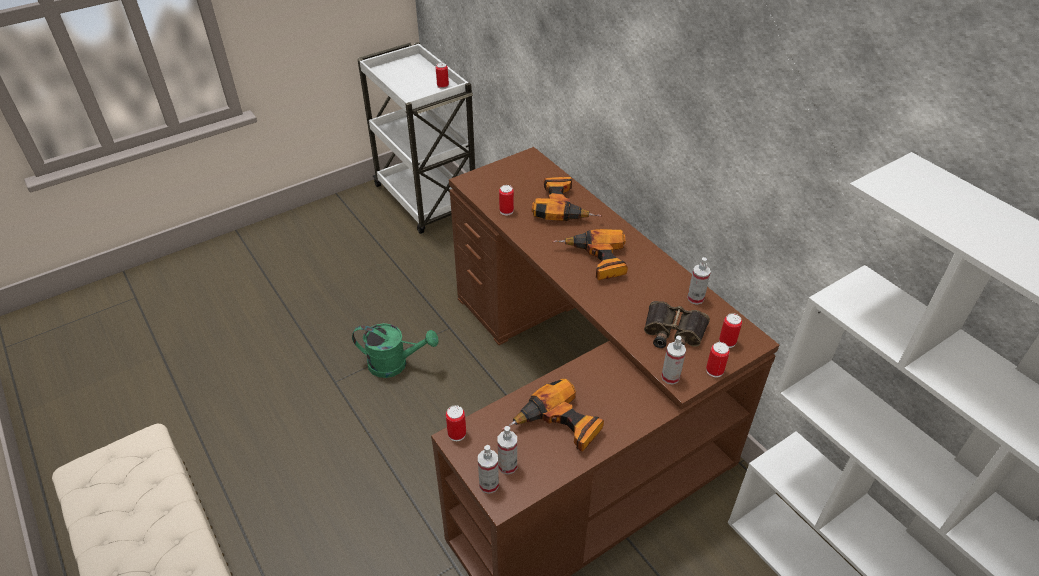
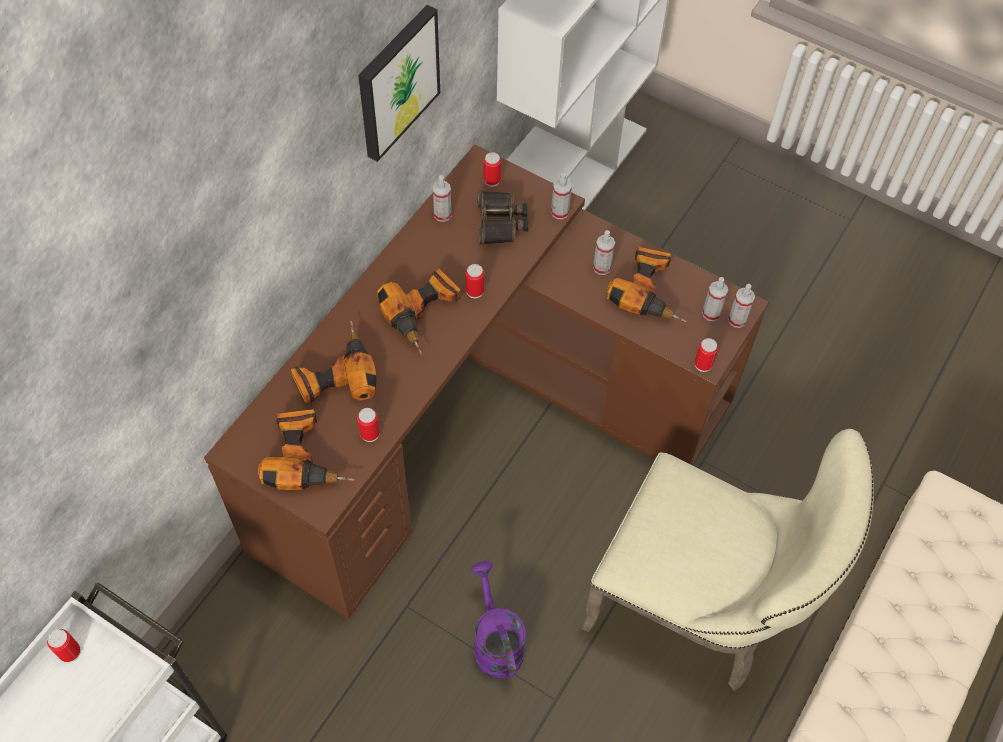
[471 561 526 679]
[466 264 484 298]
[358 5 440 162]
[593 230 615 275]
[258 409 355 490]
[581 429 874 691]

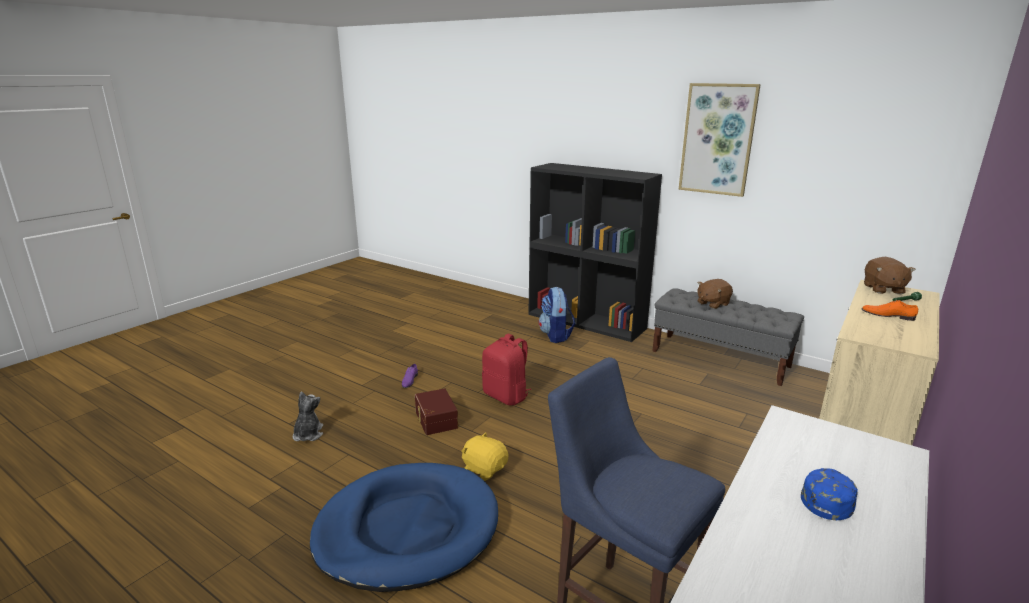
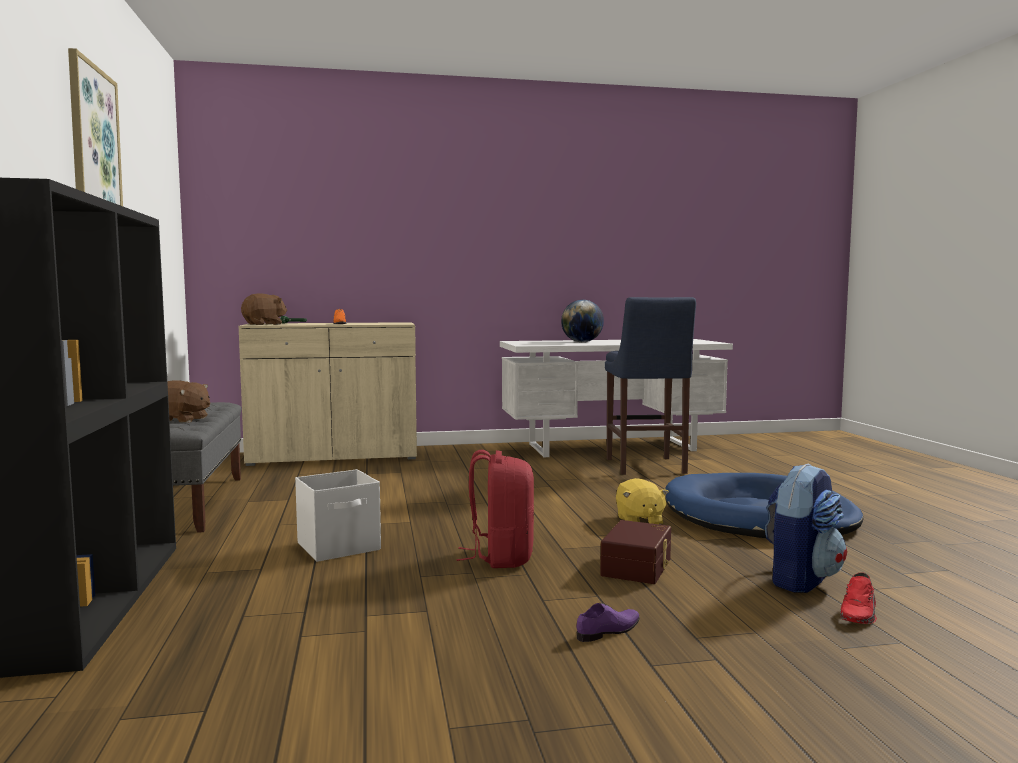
[765 463 847 593]
[840 572 877 624]
[561 300 604 342]
[295 469 381 562]

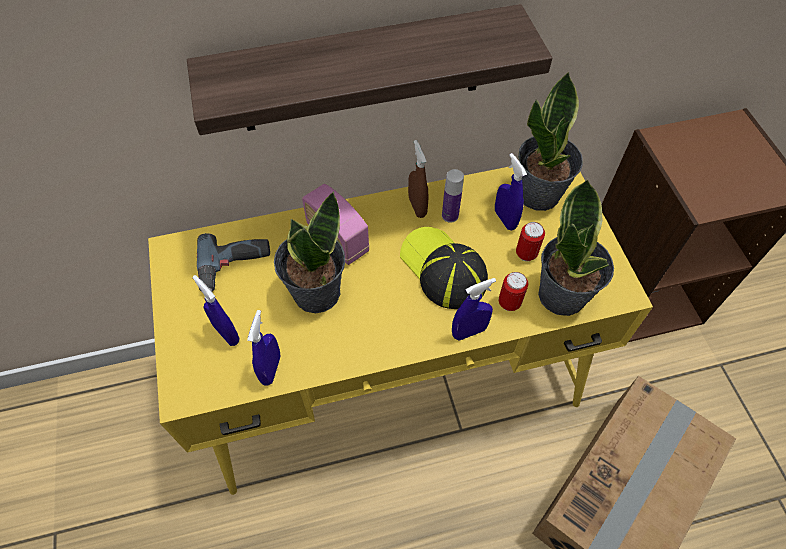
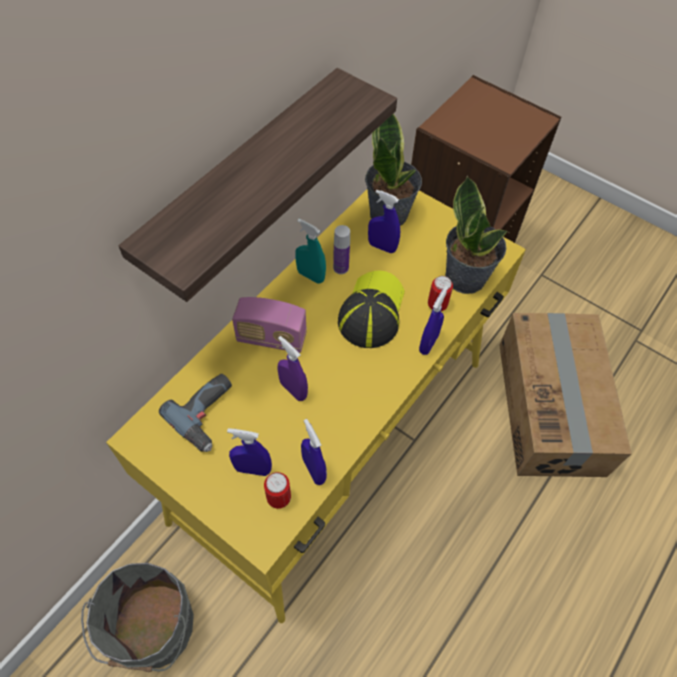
[295 219 326 284]
[277 336 308 401]
[264 472 291 509]
[338 270 405 348]
[81 563 194 672]

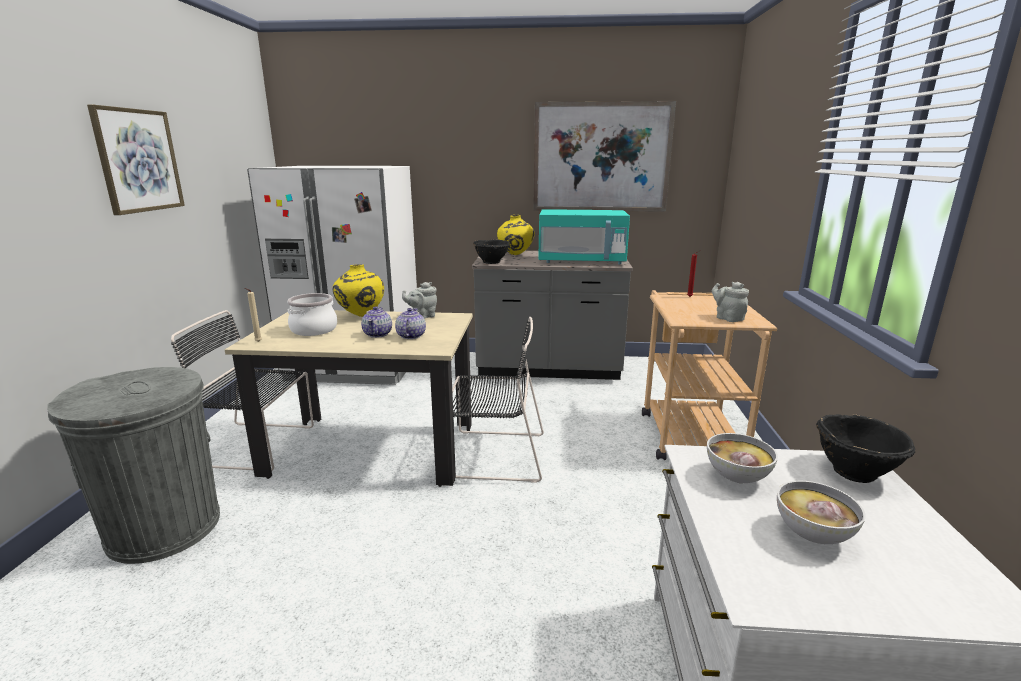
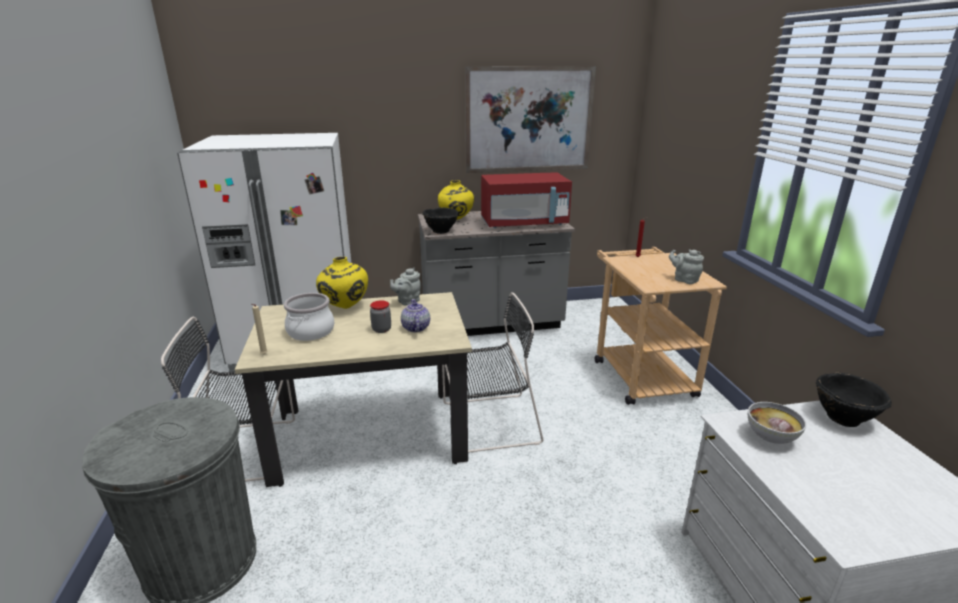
[87 104 185 215] (first image)
[481 172 572 228]
[370 300 391 333]
[777 481 866 544] (first image)

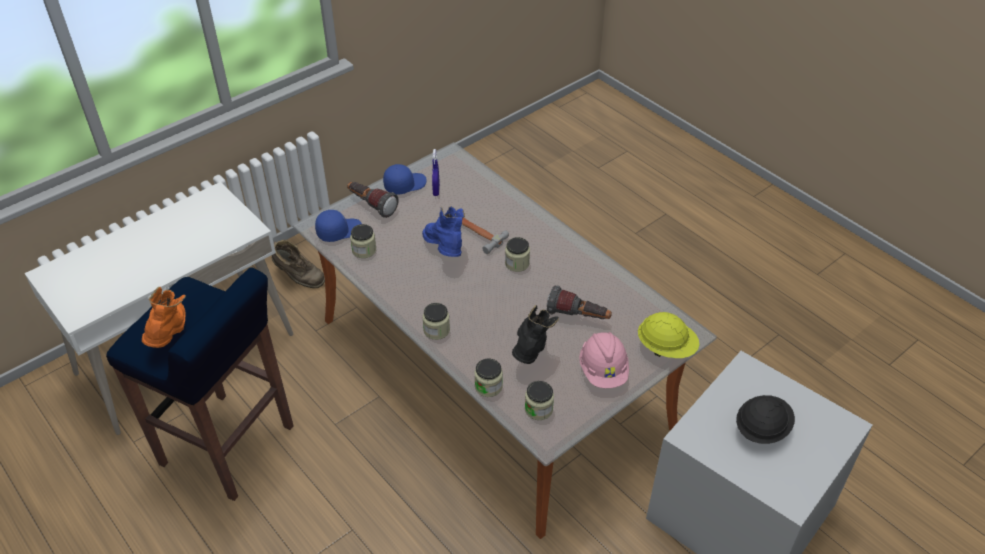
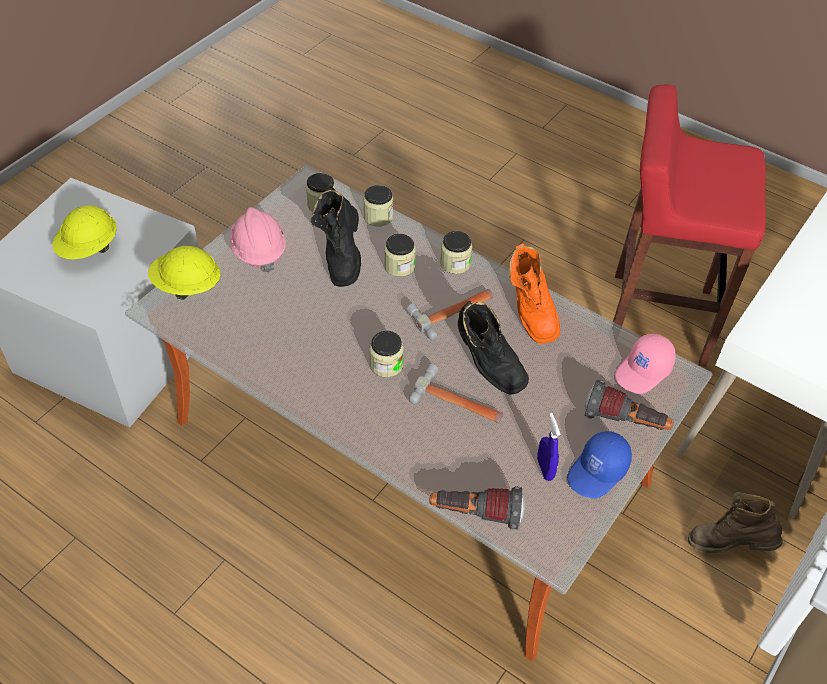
[458 301 529 395]
[615 334 676 394]
[384 234 416 277]
[613 84 766 367]
[429 486 525 530]
[509 243 560 344]
[53 205 117 259]
[406 289 494 340]

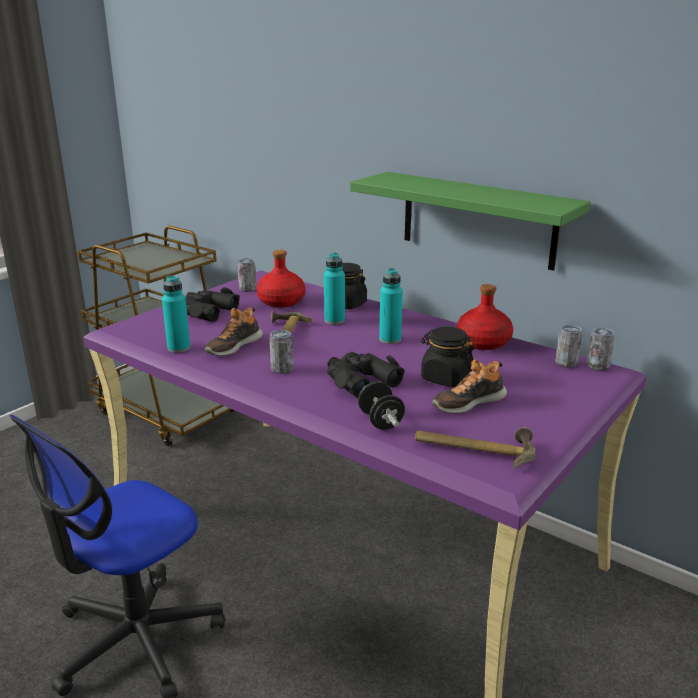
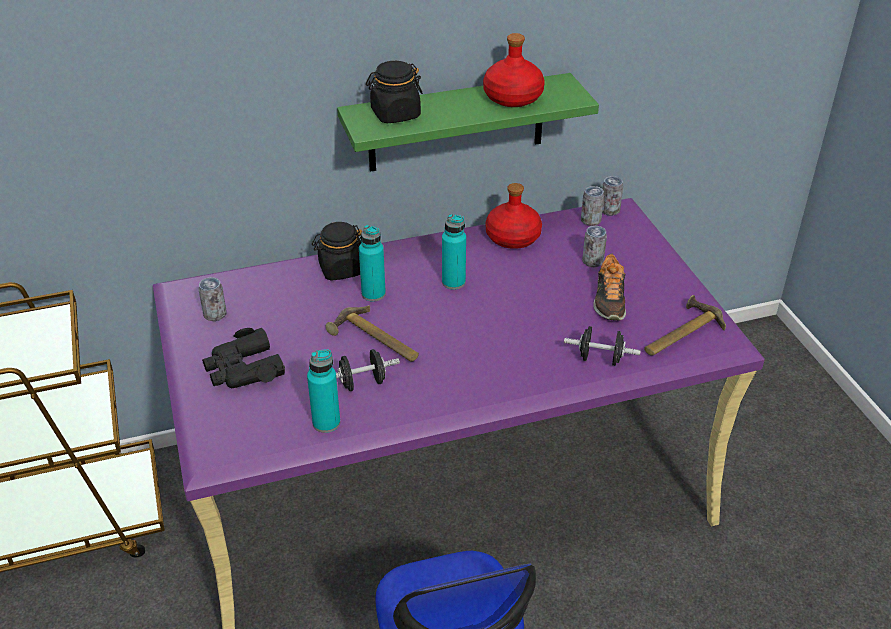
[483 33 545 107]
[336 349 400 391]
[366 61 423 123]
[582 226 607 267]
[327 352 405 398] (first image)

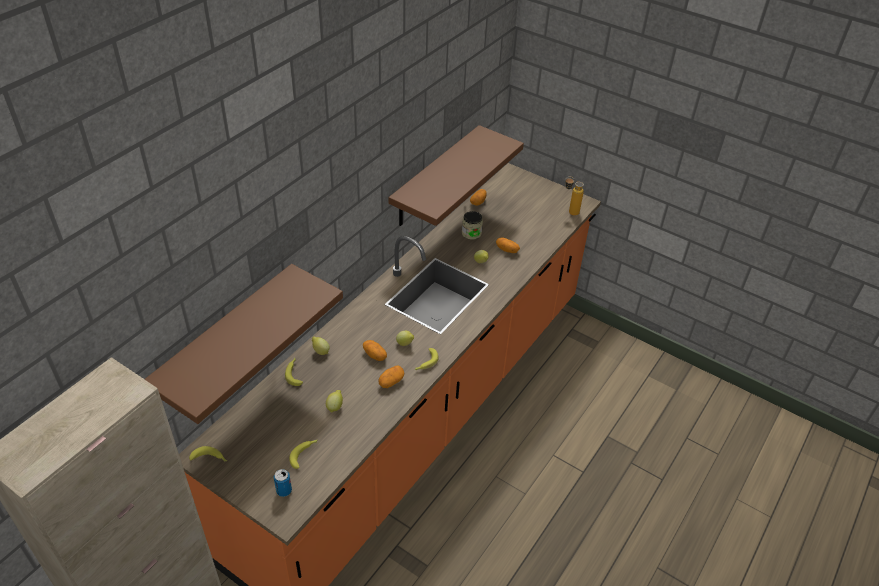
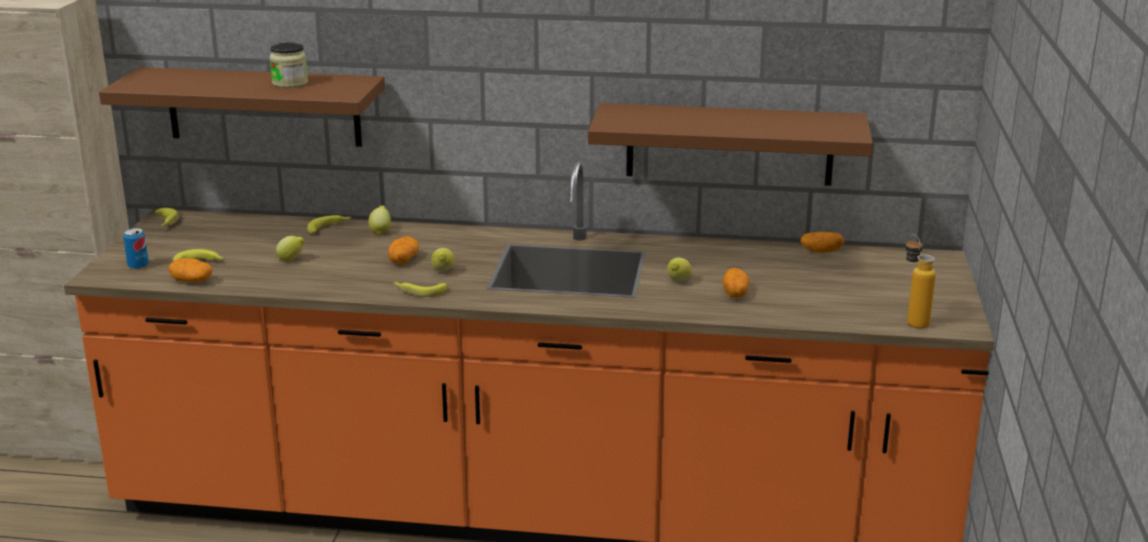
[269 42 308 88]
[168 258 213 282]

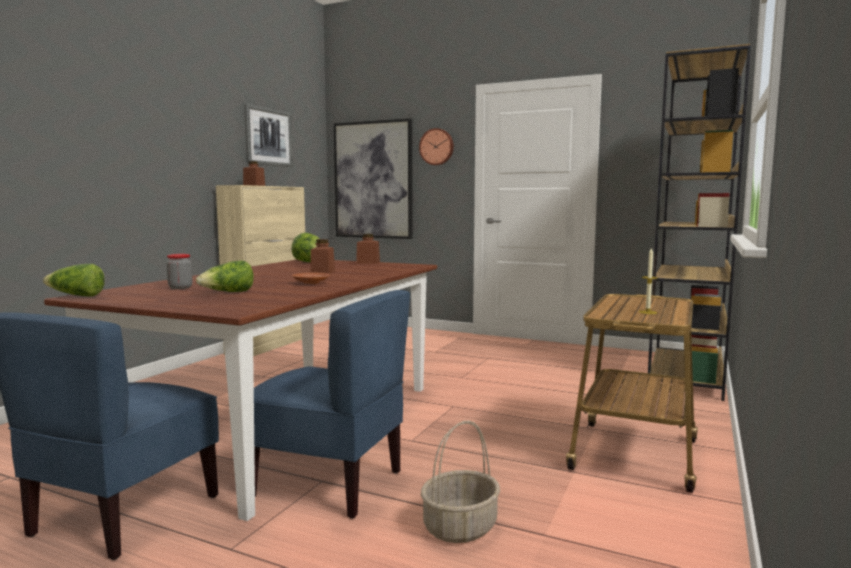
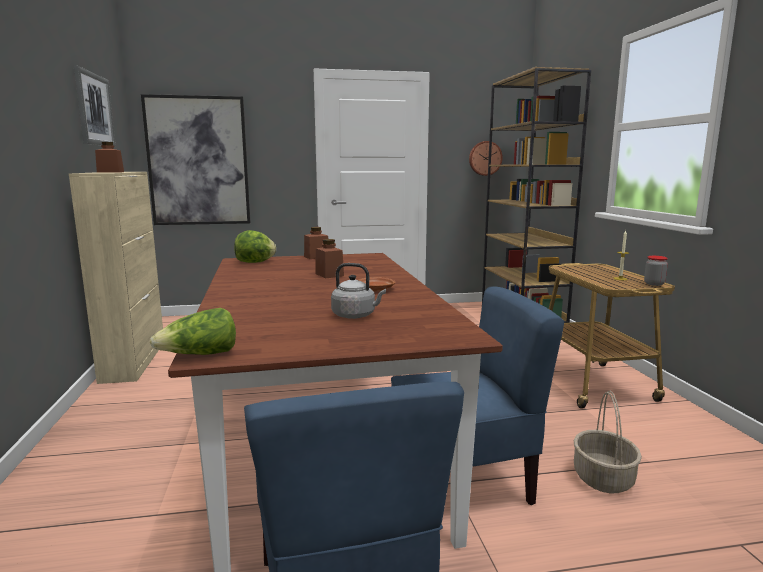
[469 141 503 176]
[644 256 668 286]
[331 263 386 319]

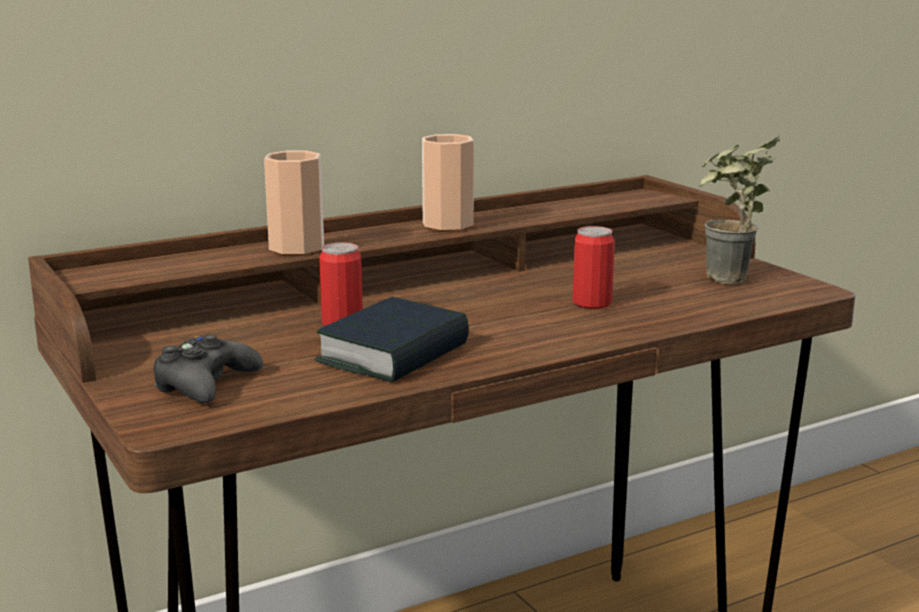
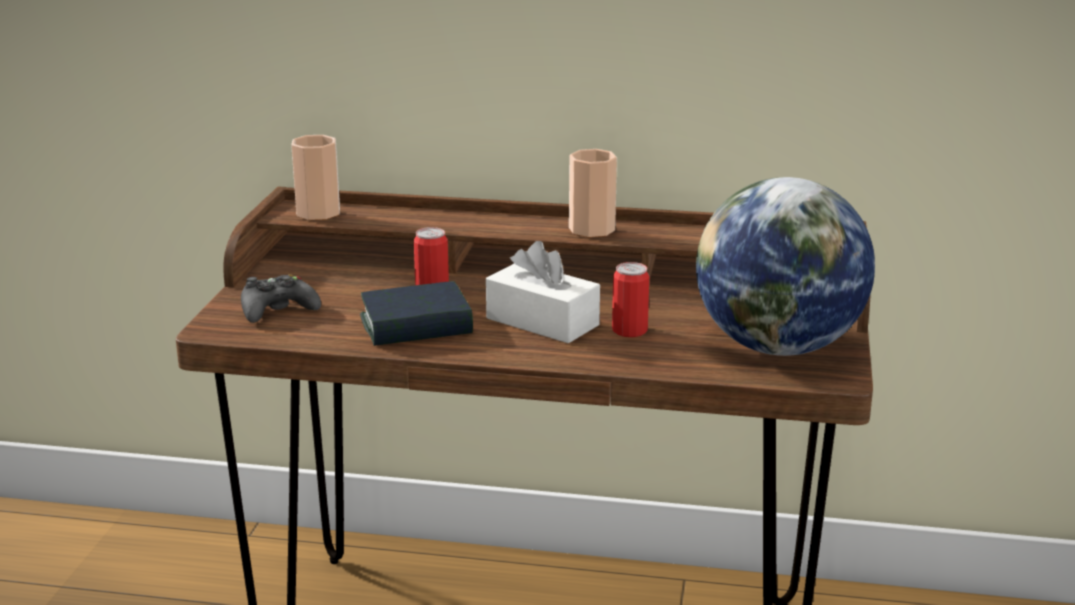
[696 177 875 356]
[291 135 340 220]
[486 241 600 343]

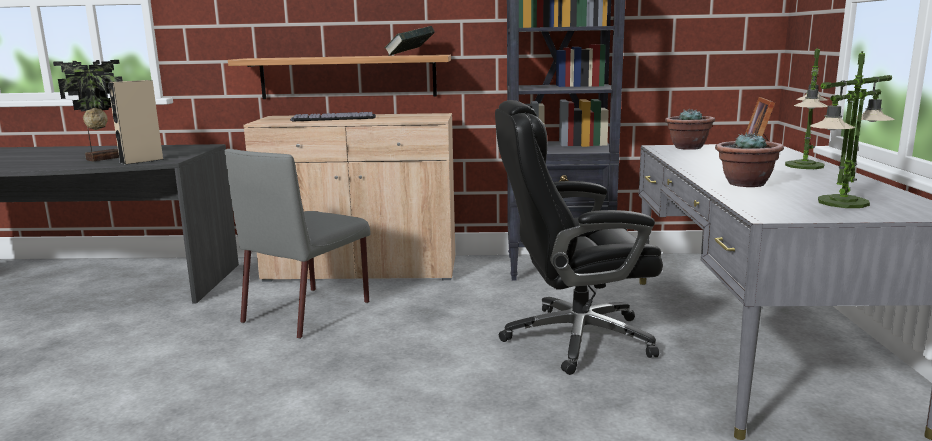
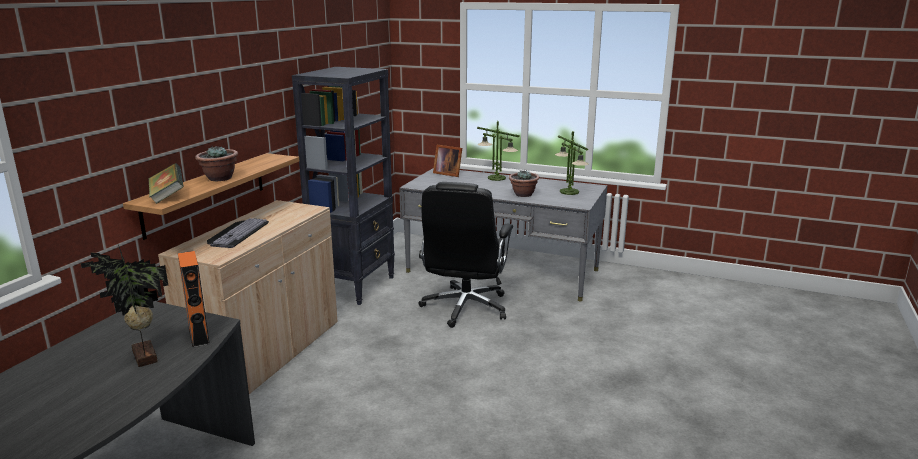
[149 163 183 204]
[178 251 210 348]
[195 146 238 181]
[225 149 371 339] (first image)

